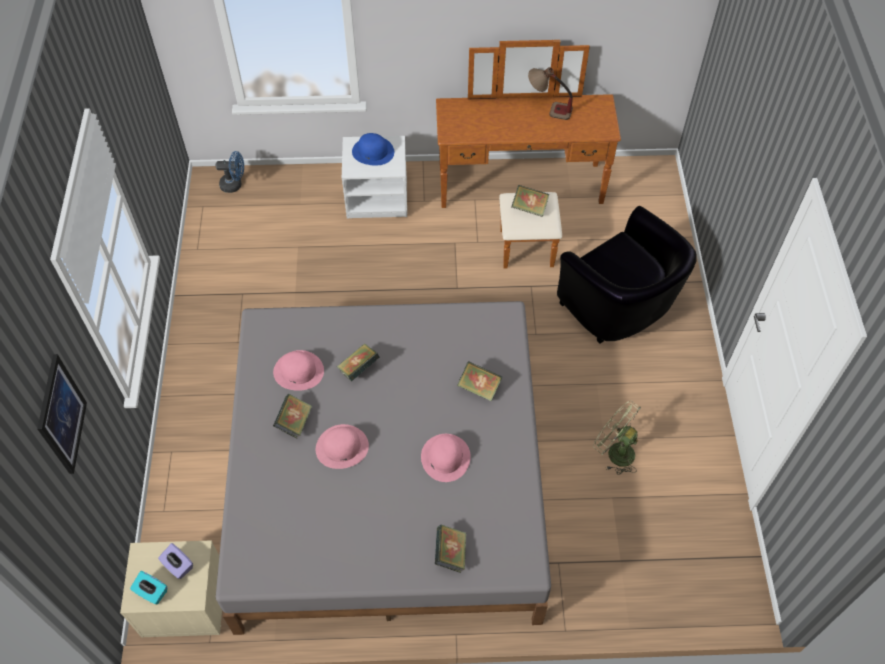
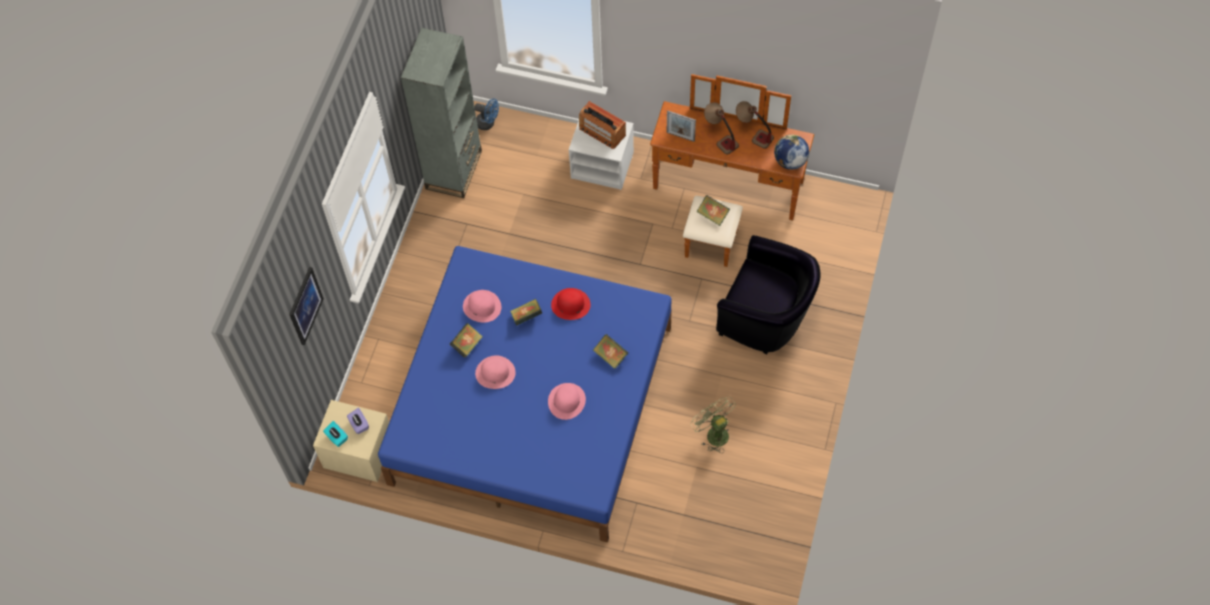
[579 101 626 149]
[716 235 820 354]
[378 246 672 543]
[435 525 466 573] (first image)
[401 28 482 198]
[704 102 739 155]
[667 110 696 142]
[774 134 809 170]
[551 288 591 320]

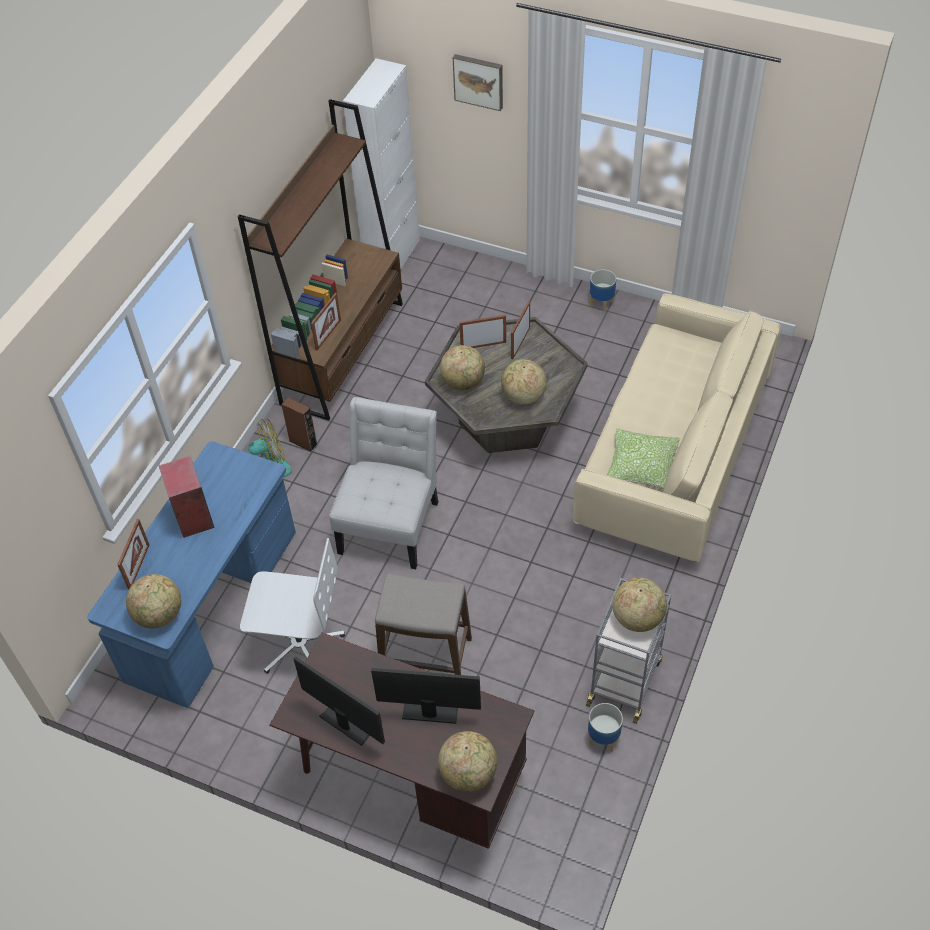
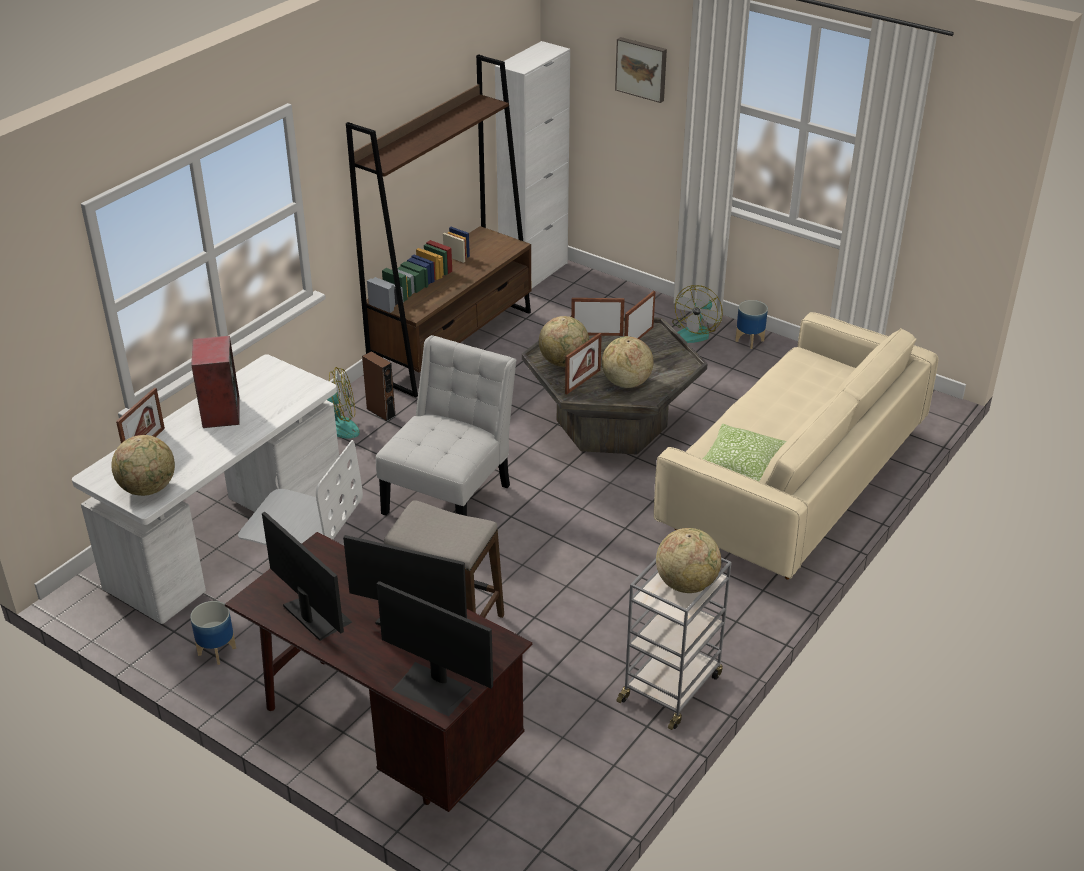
[565 333 602 394]
[72 354 339 624]
[190 601 236 665]
[376 581 493 717]
[672 285 723 343]

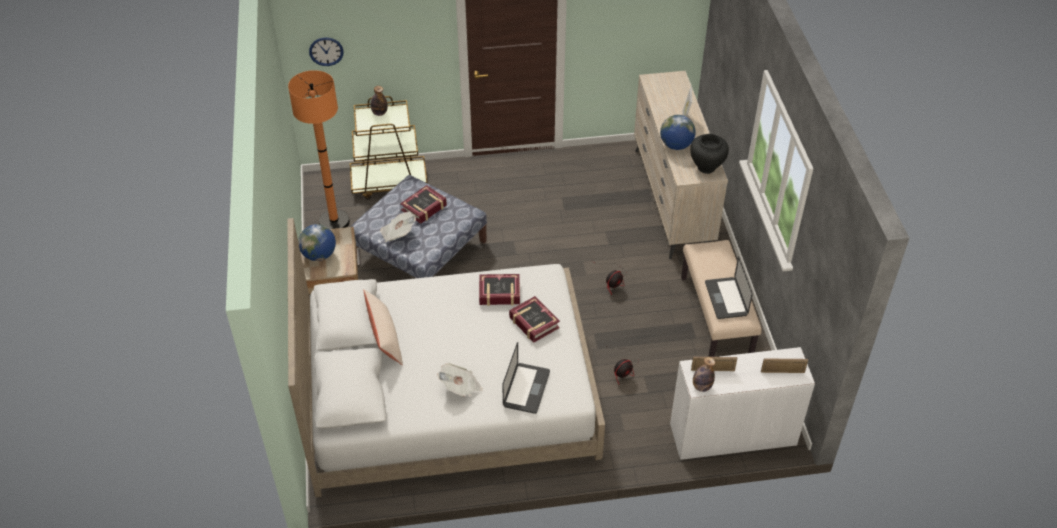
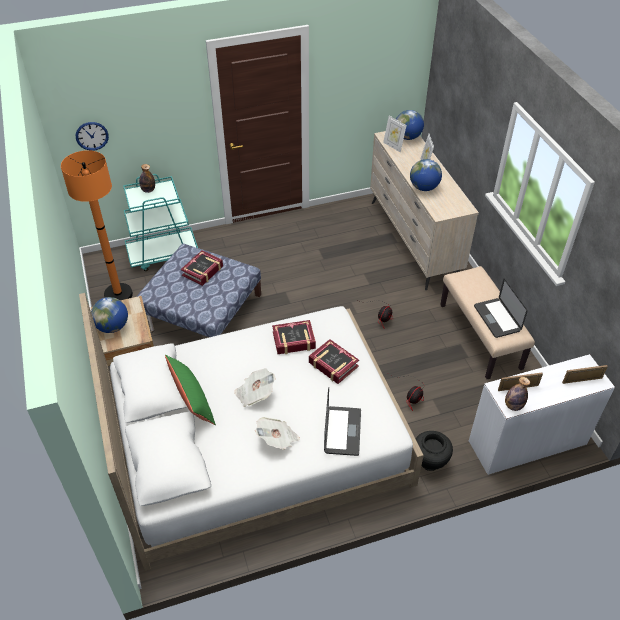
[123 174 198 271]
[416 431 453 471]
[234 368 276 407]
[165 355 216 425]
[396 110 424 140]
[383 116 407 153]

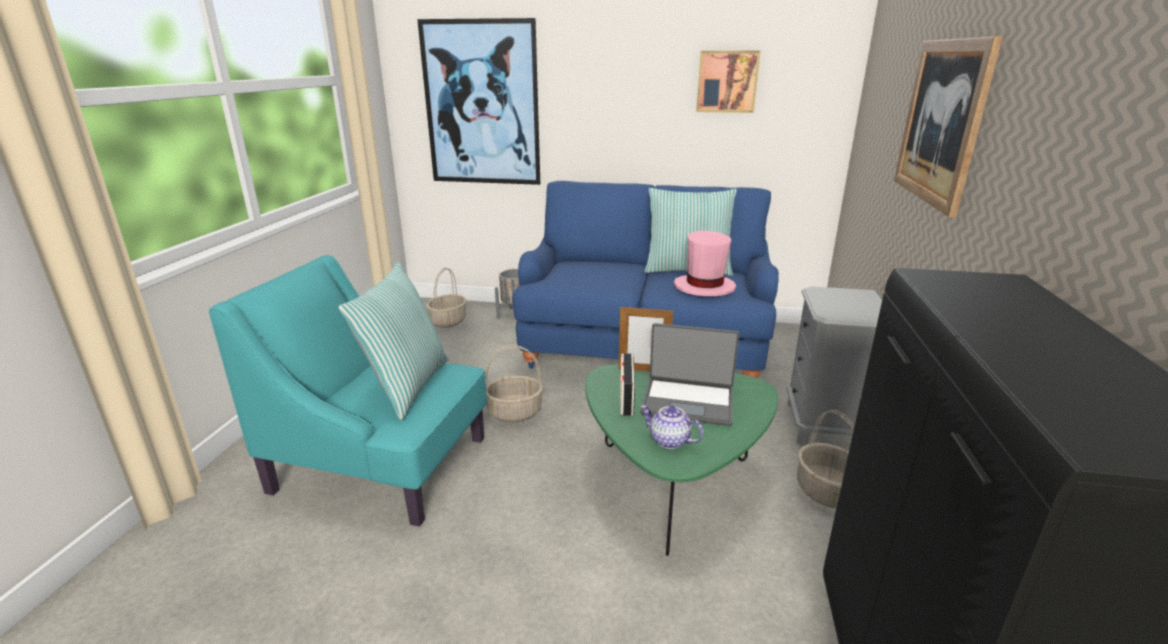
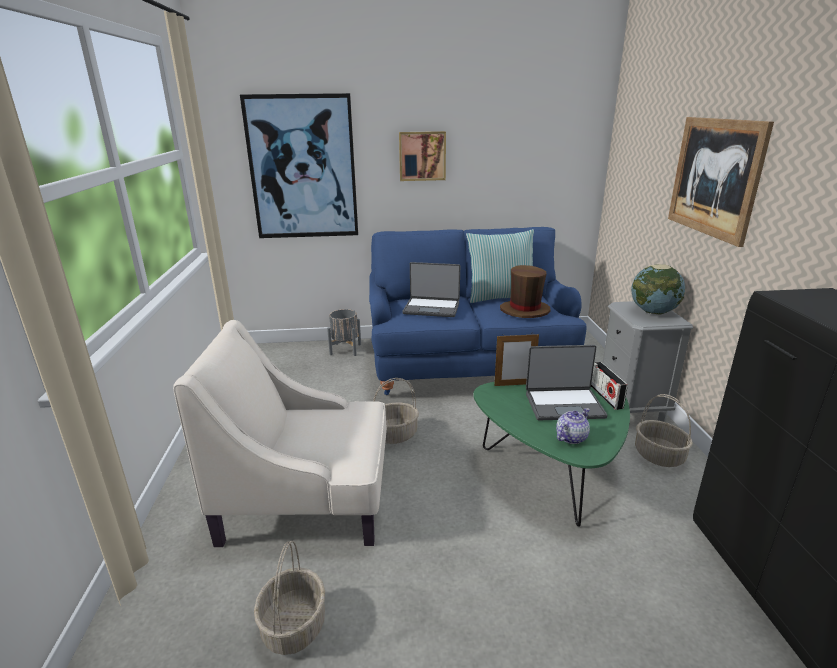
[399 131 446 181]
[500 265 551 318]
[173 320 387 547]
[339 262 449 420] (first image)
[254 541 325 655]
[591 362 628 410]
[556 408 590 444]
[402 262 460 317]
[631 264 685 314]

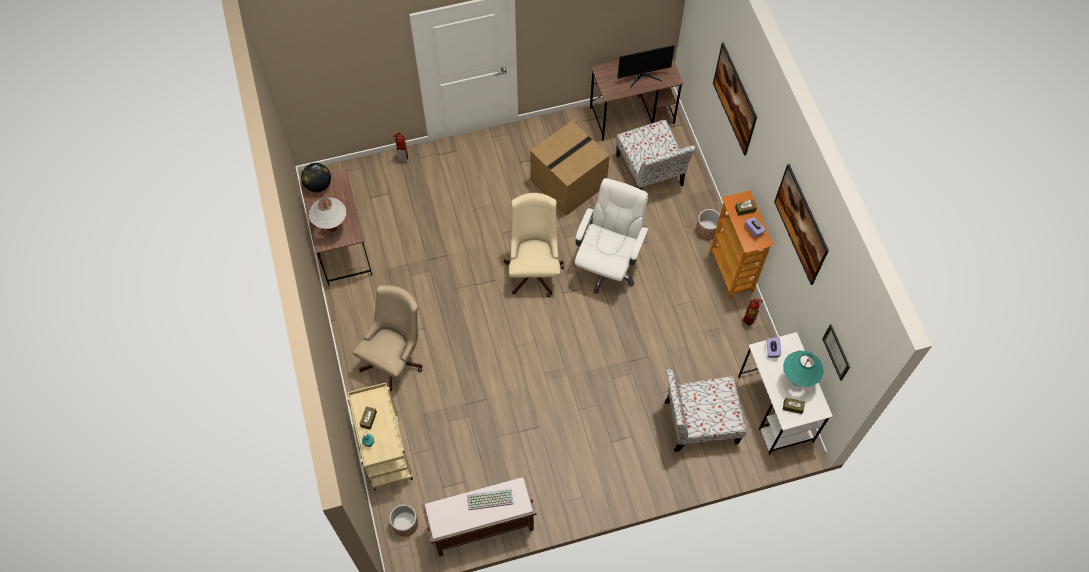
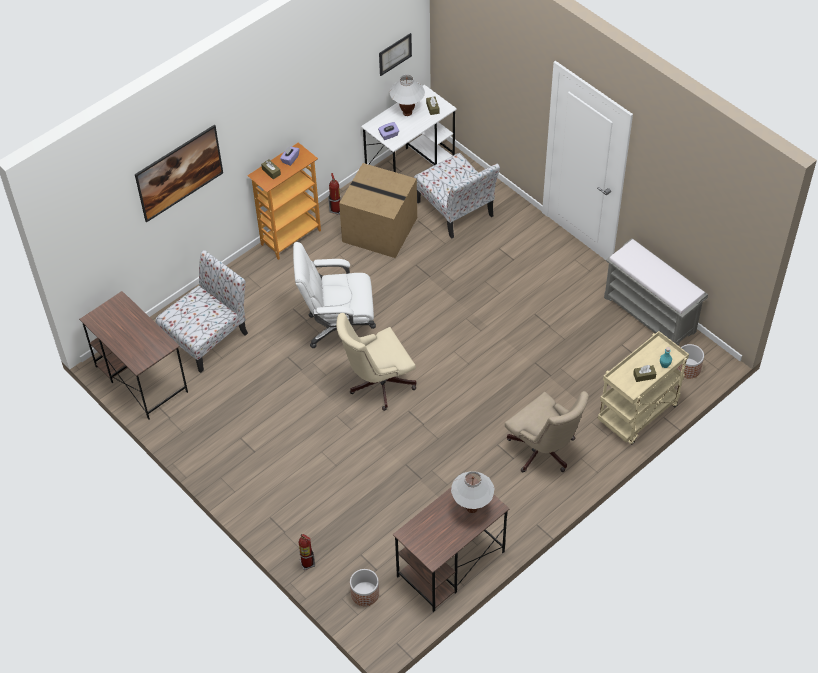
[617 45 675 88] (first image)
[339 163 417 258]
[301 163 331 192] (first image)
[774 164 829 285] (first image)
[350 569 379 606]
[505 391 589 472]
[389 75 425 116]
[604 238 708 345]
[467 489 513 510] (first image)

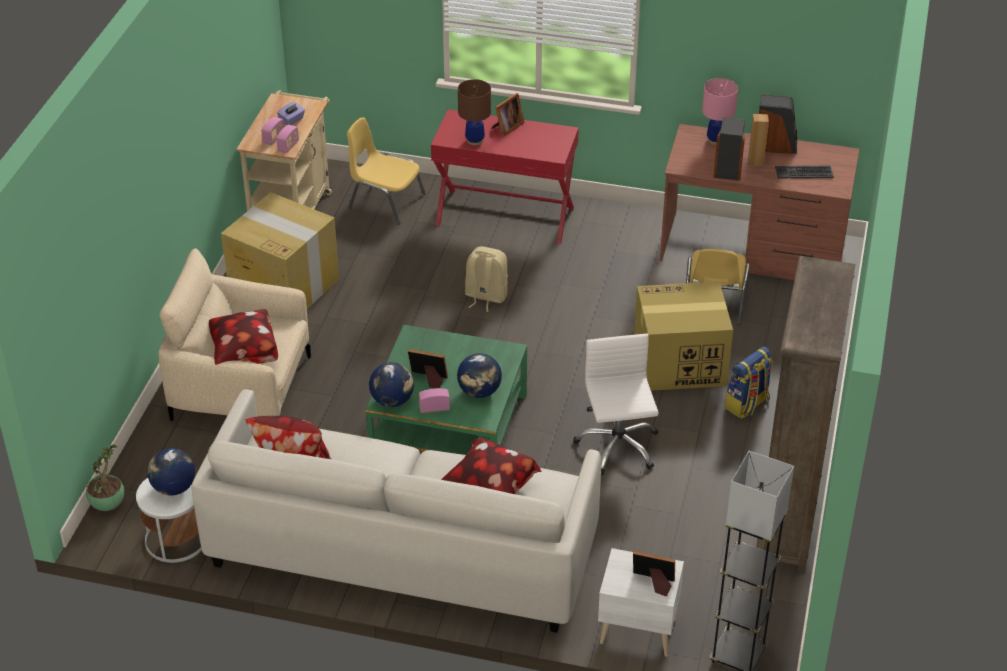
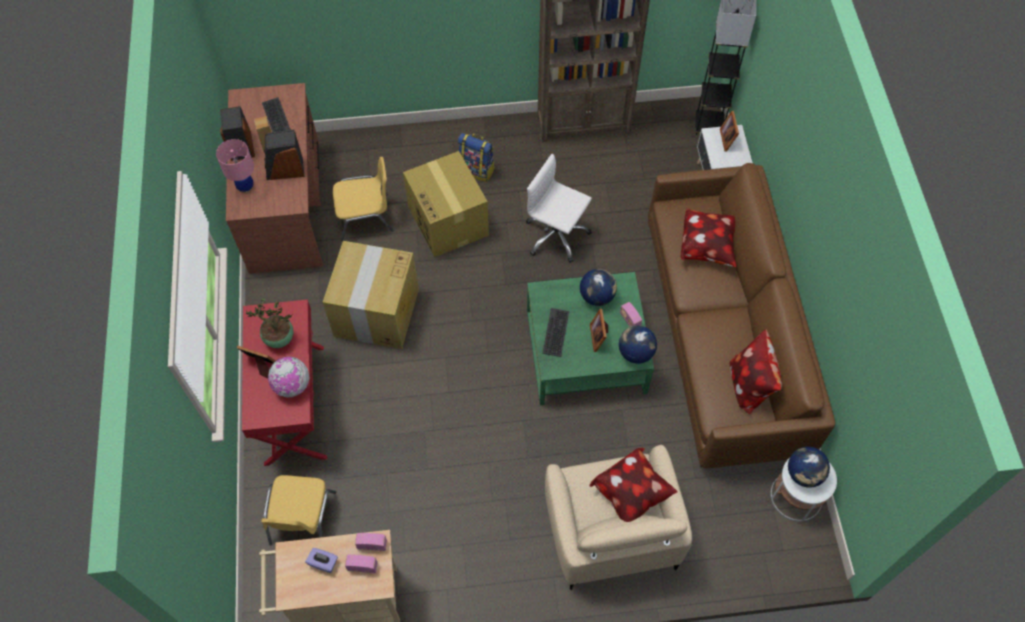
[268 357 310 398]
[323 241 419 349]
[465 246 508 312] (first image)
[526 154 592 263]
[648 163 835 468]
[246 298 294 348]
[542 308 569 357]

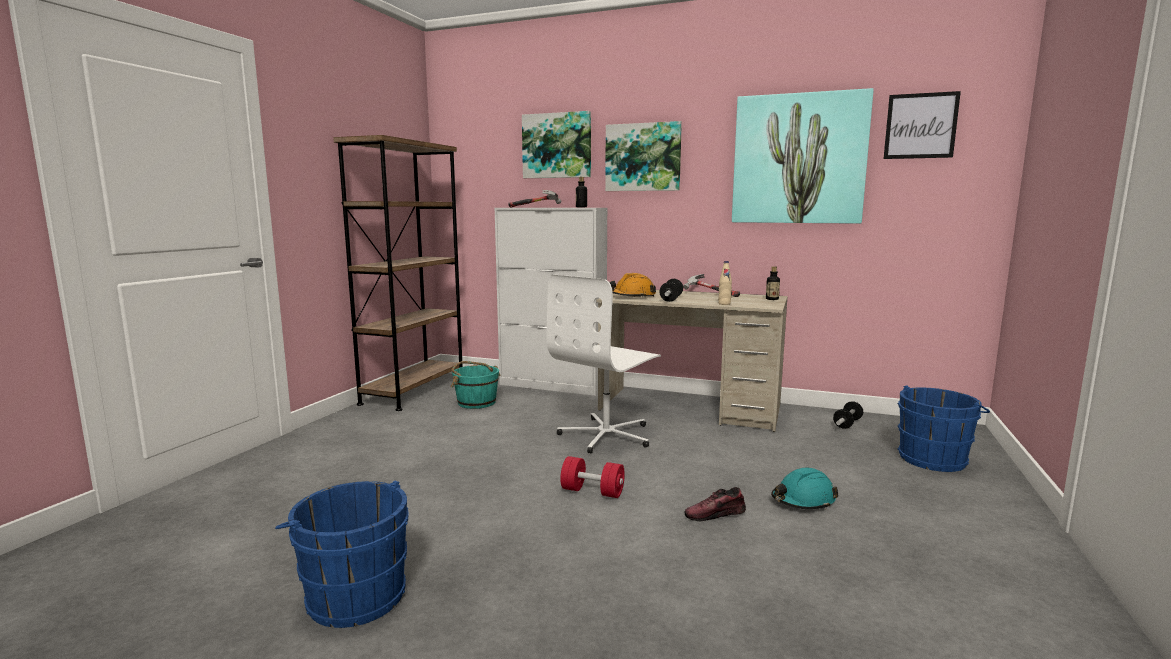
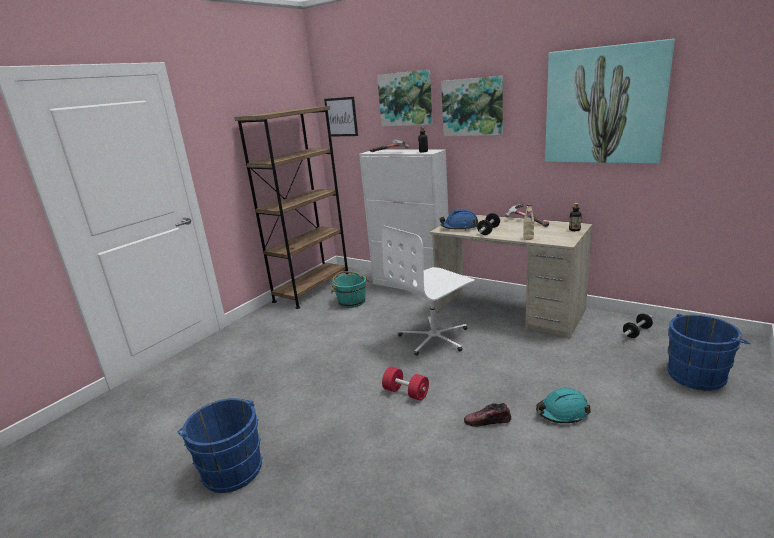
[324 97 358 137]
[439 209 478 230]

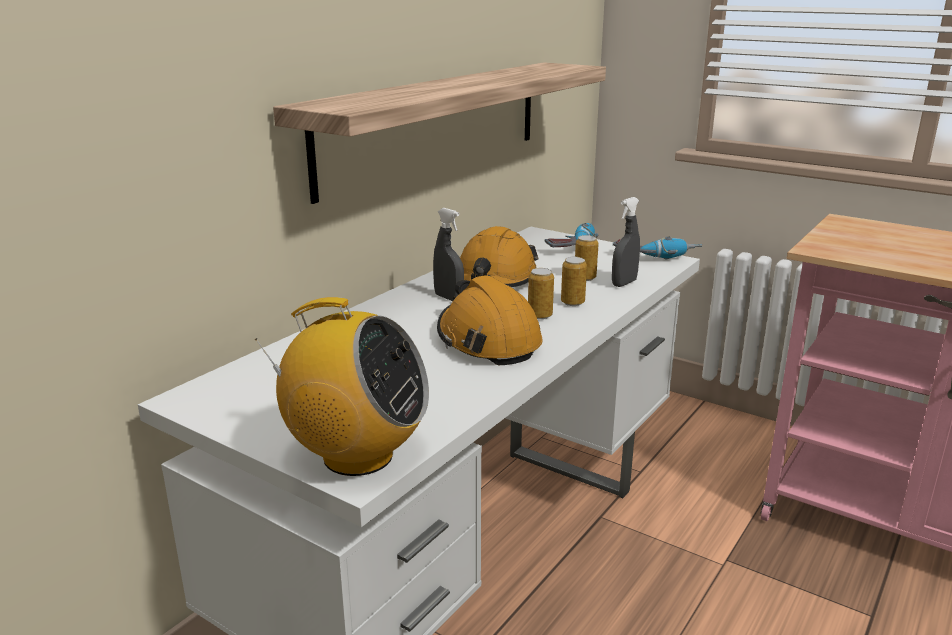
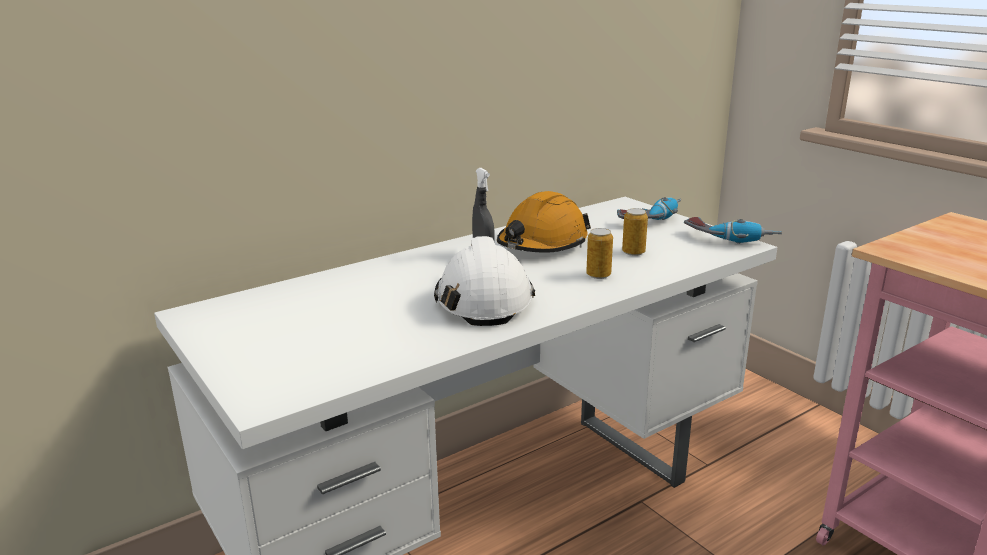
[273 62 606 204] (first image)
[612 197 640 287] (first image)
[528 268 554 319] (first image)
[434 236 535 326]
[254 297 429 476] (first image)

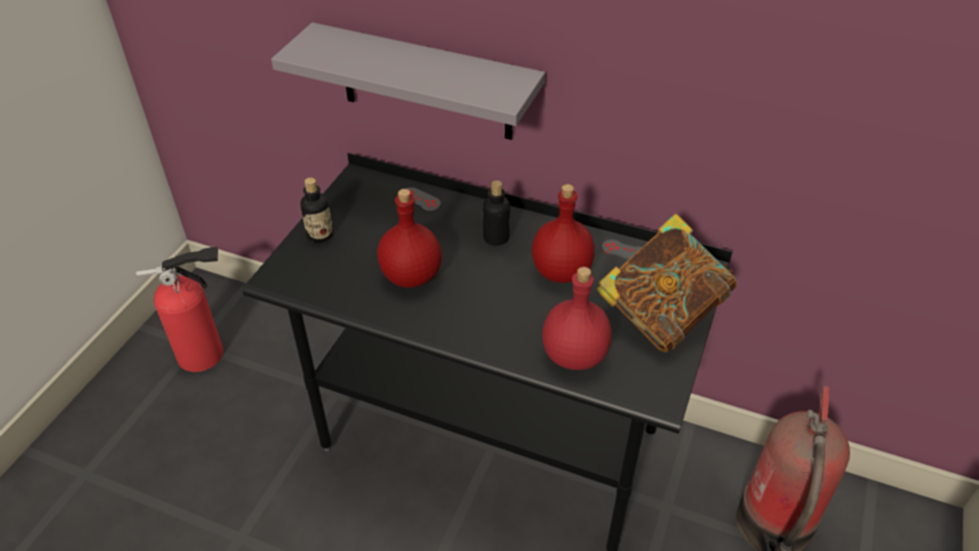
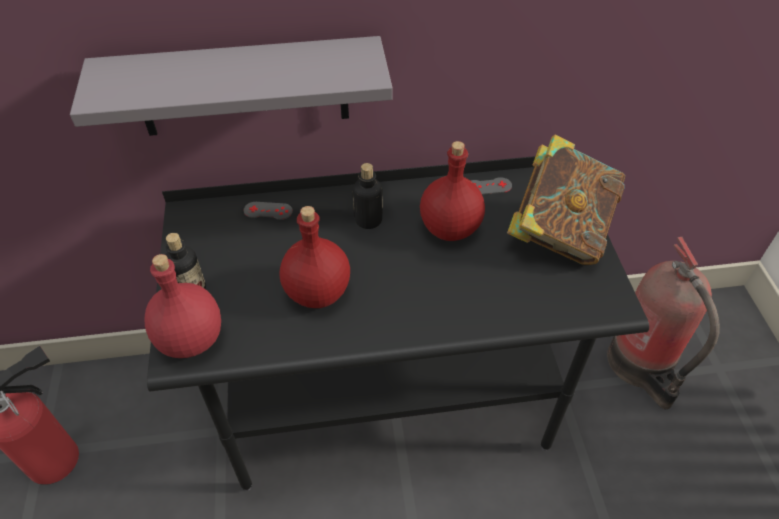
[145 254 221 358]

